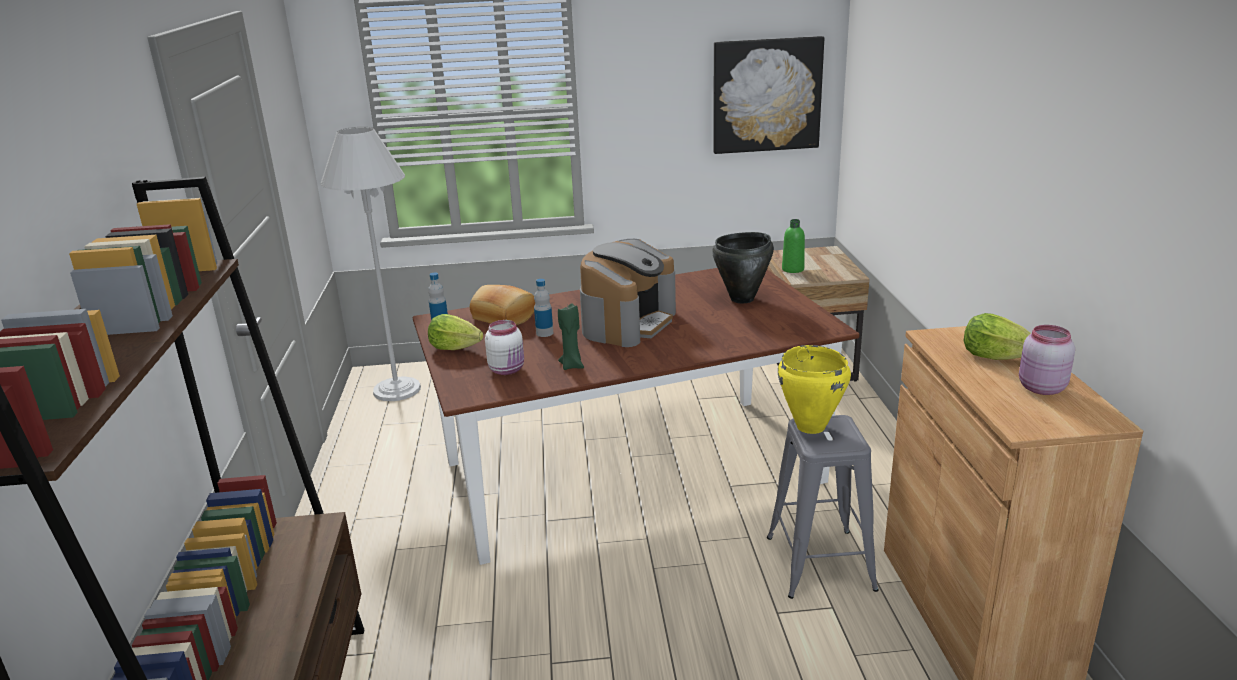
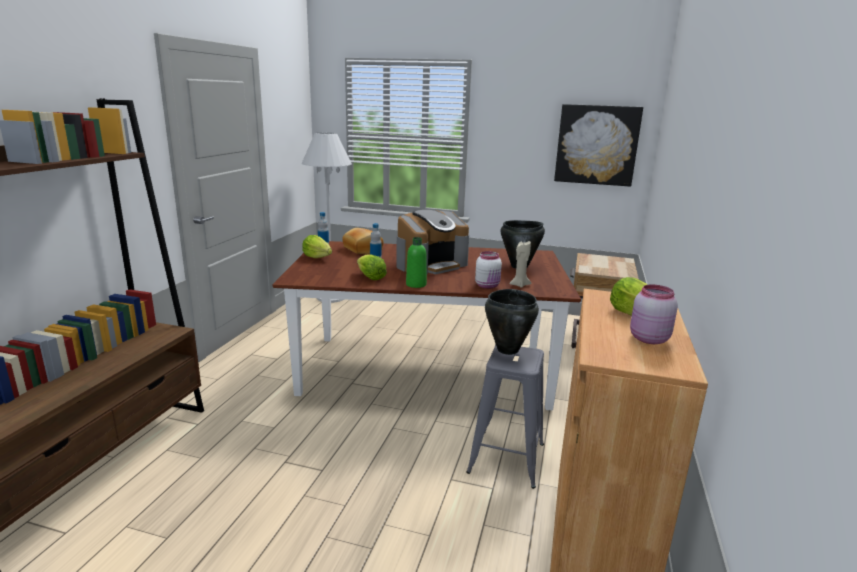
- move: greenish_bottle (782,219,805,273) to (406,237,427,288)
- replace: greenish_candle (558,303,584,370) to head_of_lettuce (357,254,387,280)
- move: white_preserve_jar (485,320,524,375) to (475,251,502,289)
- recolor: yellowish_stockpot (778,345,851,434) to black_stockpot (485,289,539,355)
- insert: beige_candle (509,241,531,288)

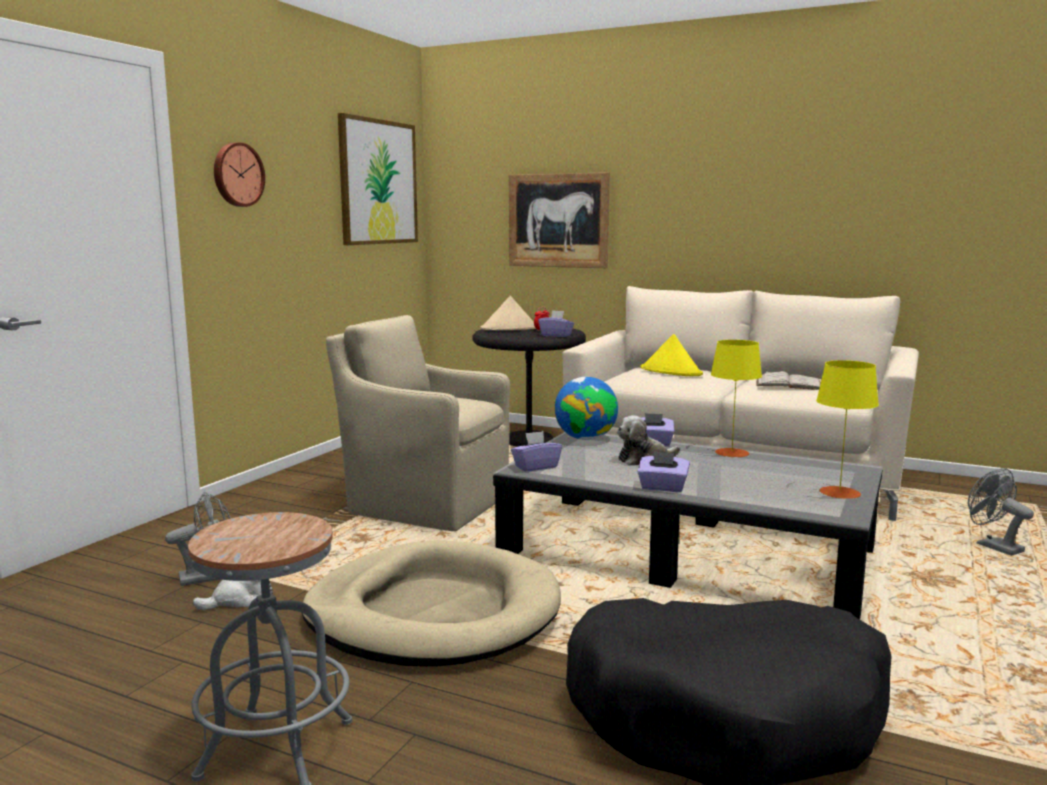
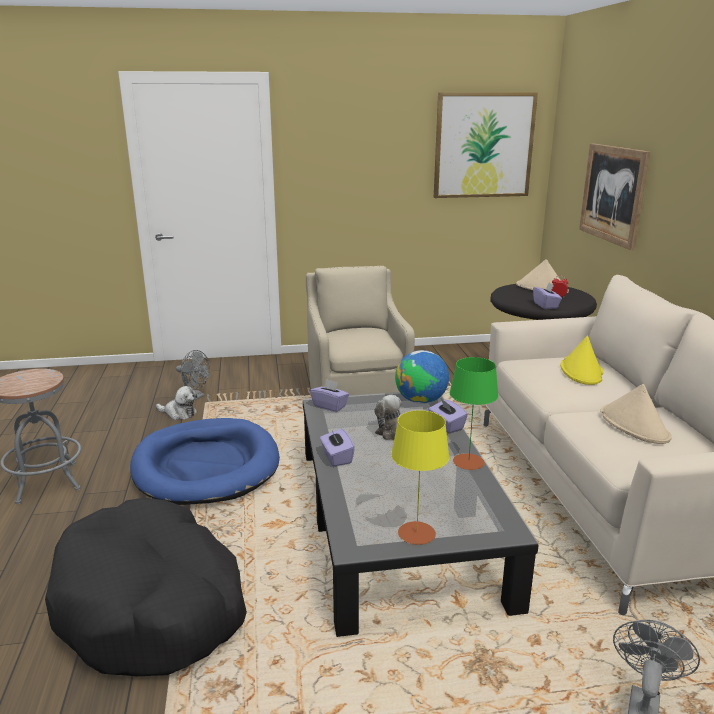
- delete: hanging_clock (214,142,265,207)
- recolor: yellowish_lamp_for_a_table (711,340,762,457) to greenish_lamp_for_a_table (450,357,498,470)
- replace: white_book (756,371,821,390) to beige_hat (600,384,672,444)
- recolor: beige_pet_bed (302,540,561,667) to blue-coloured_pet_bed (130,418,280,505)

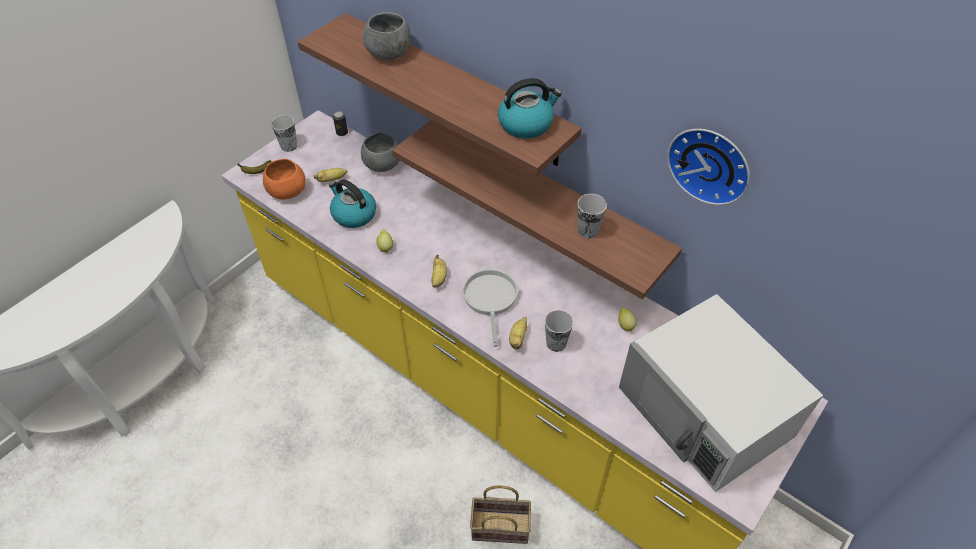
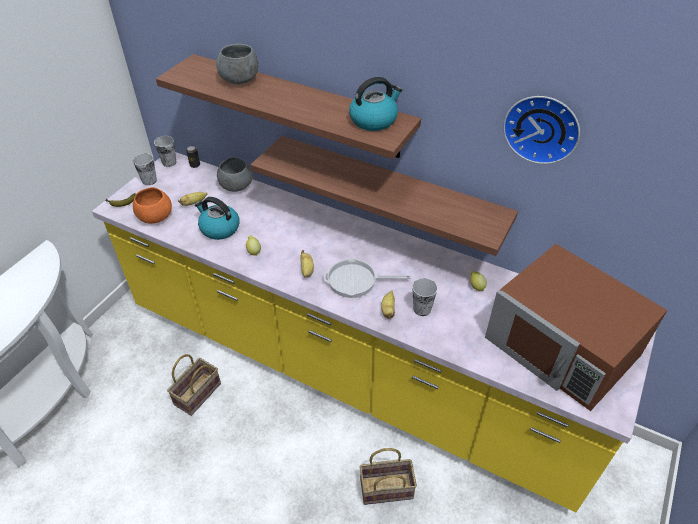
- move: cup (577,194,607,239) to (154,136,176,167)
- rotate: skillet (461,266,519,347) = (324,258,411,298) 75 degrees counterclockwise
- recolor: white_microwave (619,294,823,492) to brown-coloured_microwave (485,244,668,411)
- insert: storage_basket (167,354,221,416)

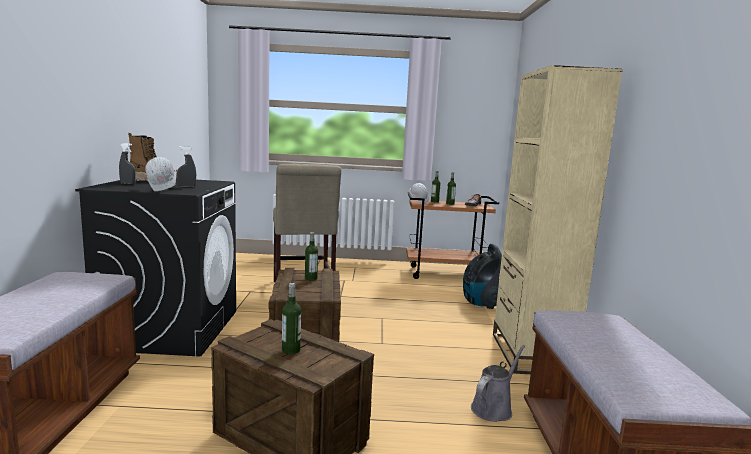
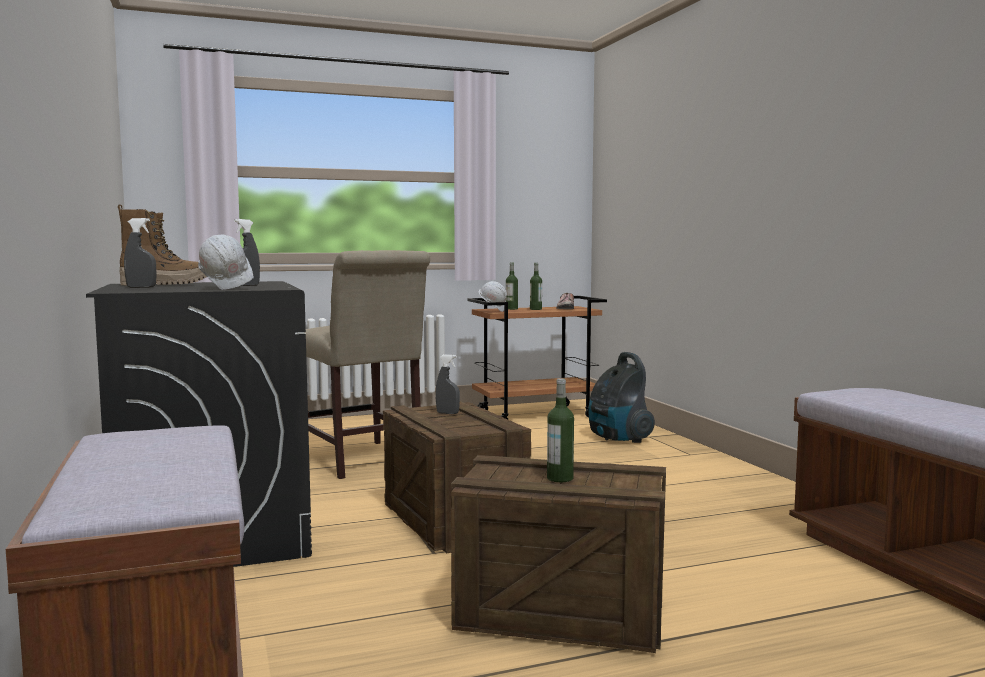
- delete: beige_bookcase (493,65,623,374)
- replace: bottle (305,232,318,281) to grey_hand_sprayer (435,354,460,414)
- delete: grey_sprinkling_can (471,345,525,422)

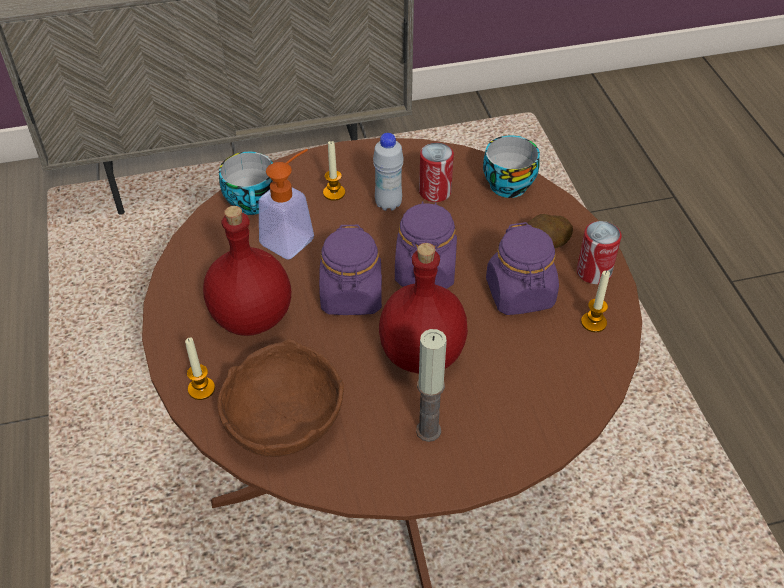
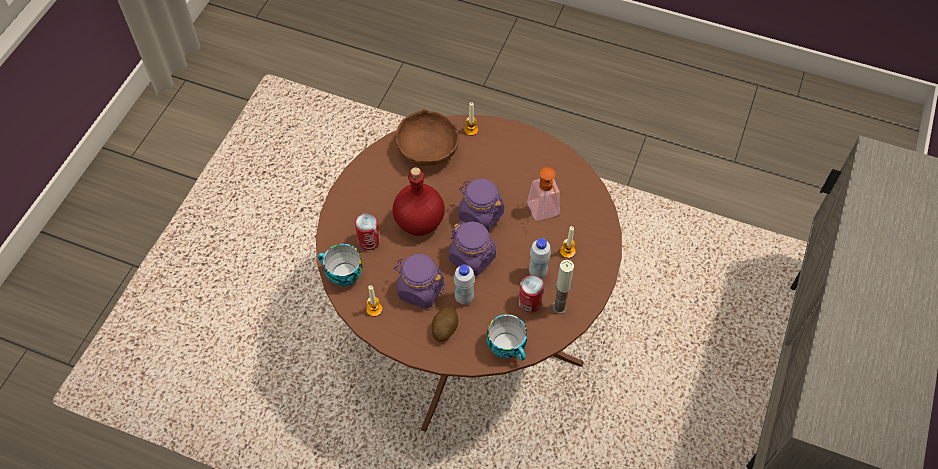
- move: cup (219,152,273,215) to (318,244,363,286)
- delete: red-coloured_bottle (203,206,291,336)
- move: sealed_can (577,221,622,284) to (355,213,380,250)
- move: candle (416,329,447,442) to (552,260,574,314)
- insert: white_bottle (454,265,475,305)

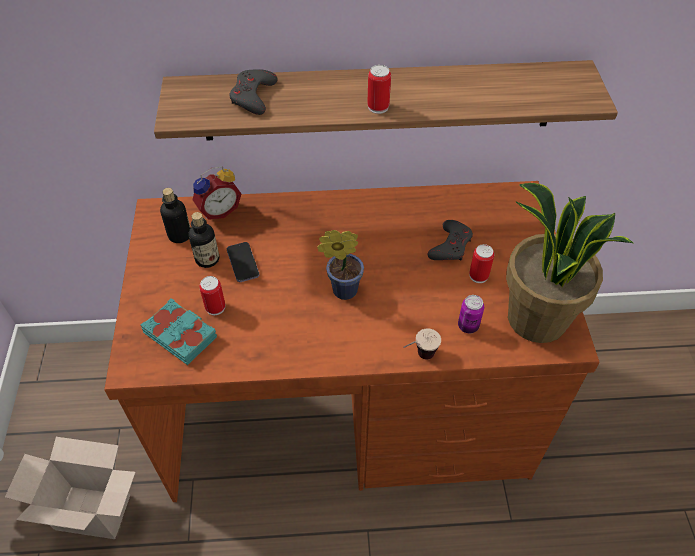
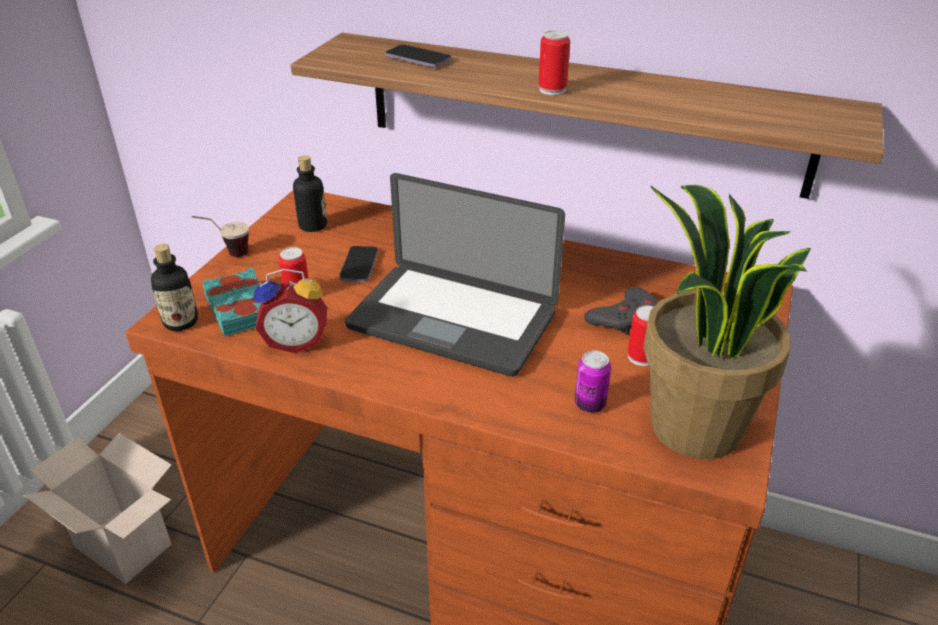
- replace: grey_game_controller (229,69,278,115) to telephone (385,45,451,67)
- move: table_clock (192,166,241,220) to (254,269,327,353)
- move: bottle (188,212,219,268) to (151,244,198,331)
- replace: potted_plant (317,230,364,300) to notebook_computer (345,173,565,376)
- move: cup (403,328,441,359) to (192,216,249,257)

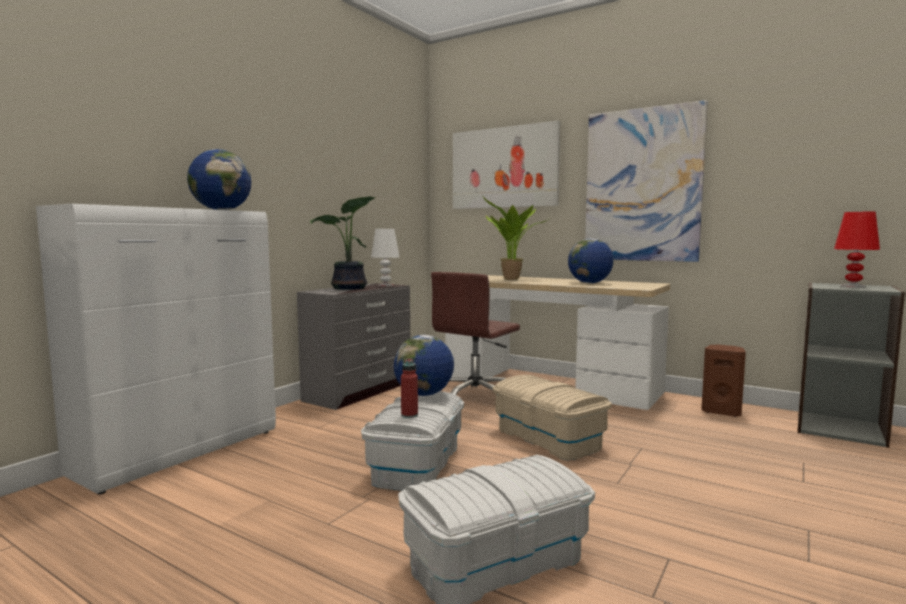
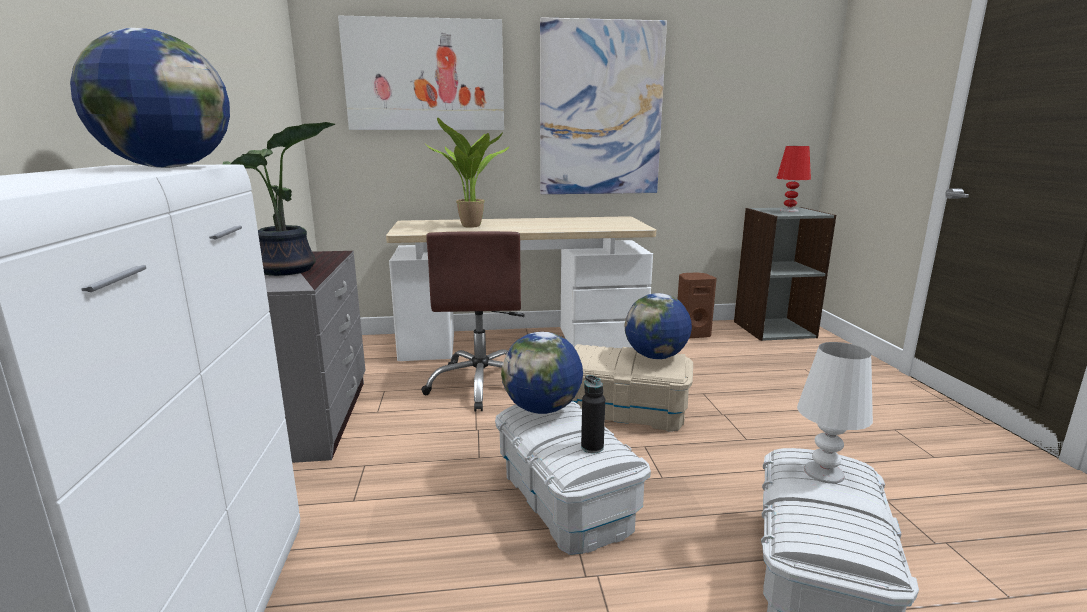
- move: white_lamp_for_a_table (371,229,399,287) to (797,342,873,484)
- move: desk_globe (568,238,614,283) to (625,293,692,359)
- recolor: red-coloured_bottle (401,358,418,418) to black_bottle (581,375,605,453)

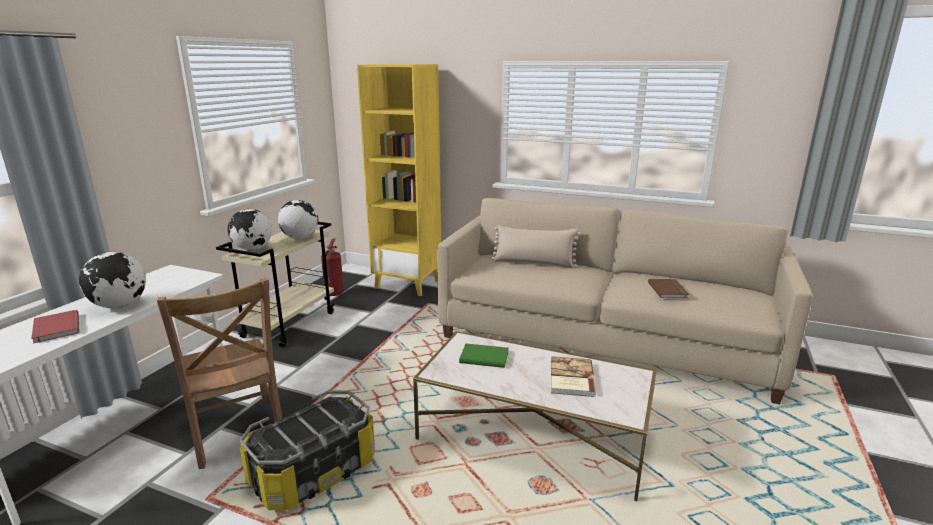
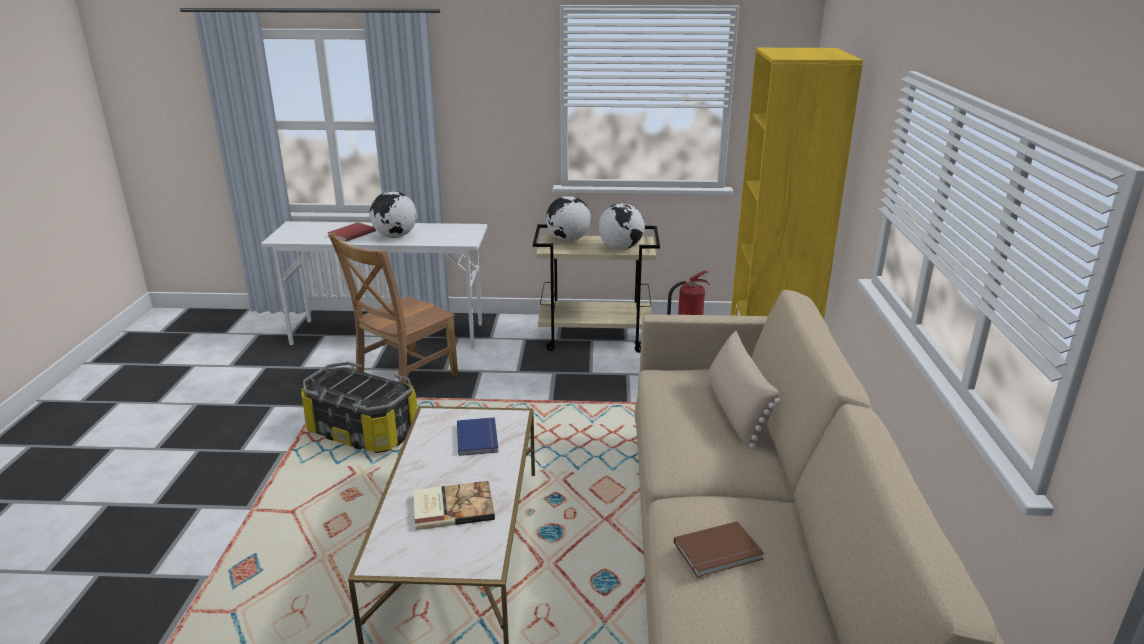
- recolor: greenish_book (459,343,509,368) to blue-coloured_book (457,417,498,456)

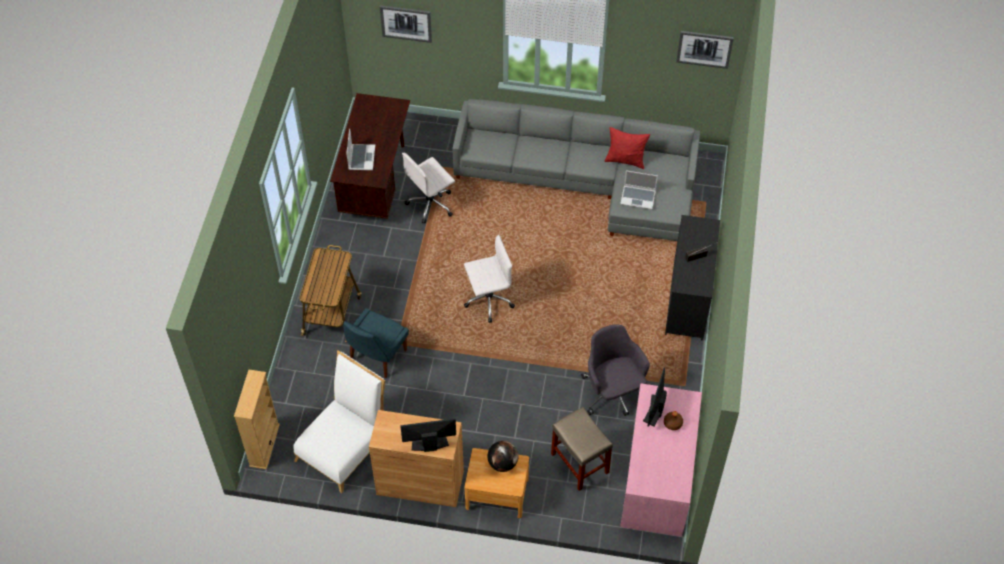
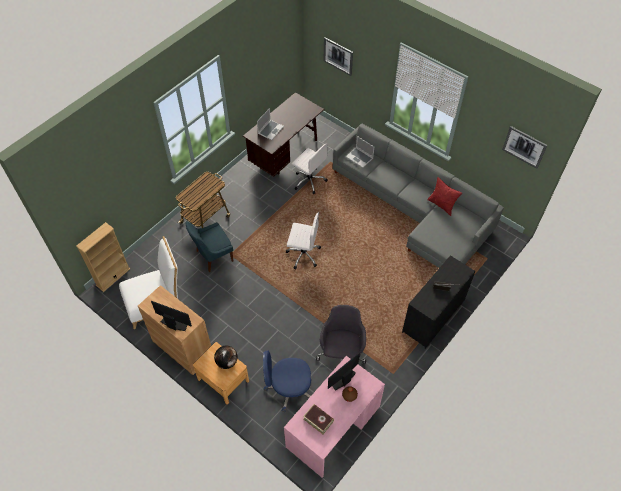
- rotate: white_computer_chair (402,153,455,223) = (291,143,328,194) 135 degrees counterclockwise
- move: notebook_computer (620,171,658,210) to (346,136,374,168)
- replace: beige_sitting_stool (551,407,613,491) to blue-coloured_computer_chair (263,351,311,412)
- insert: book (303,404,334,434)

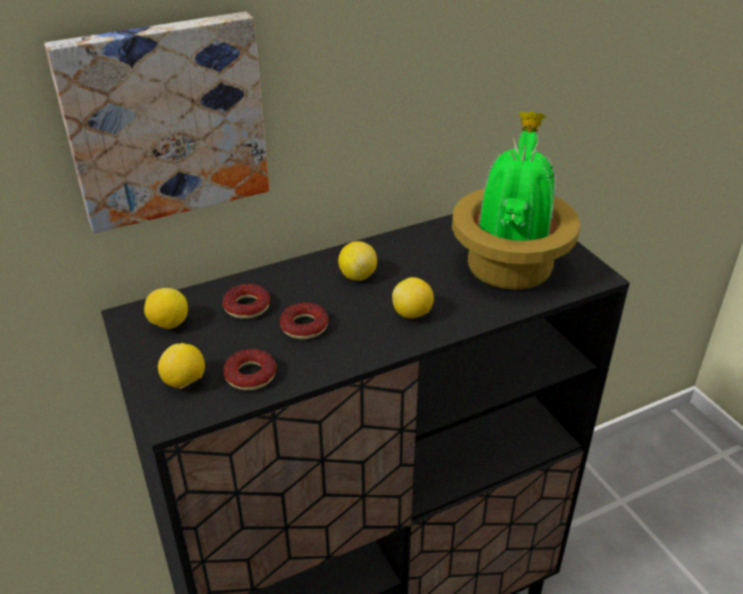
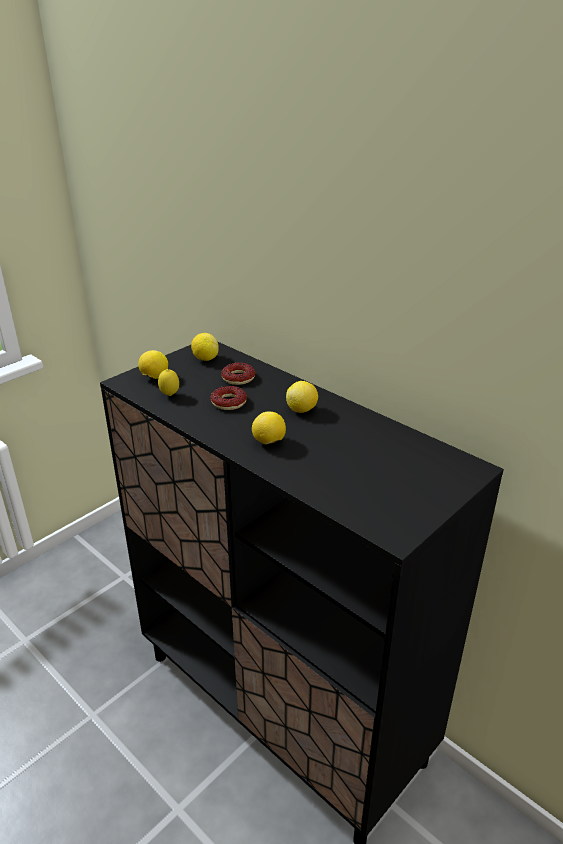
- delete: wall_picture (44,12,269,233)
- delete: potted_plant (452,111,580,290)
- replace: doughnut (223,349,276,391) to lemon (158,369,179,396)

